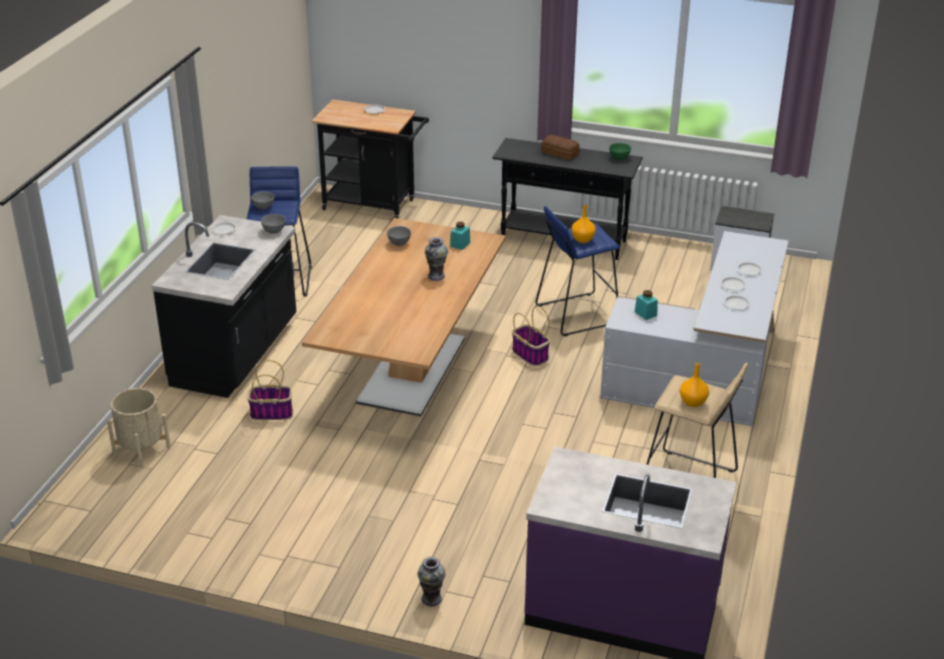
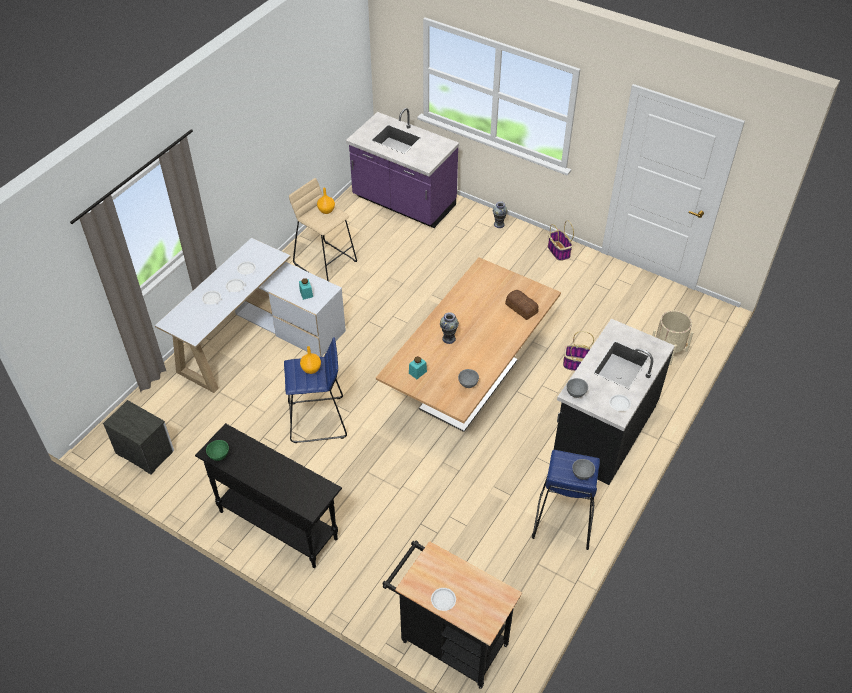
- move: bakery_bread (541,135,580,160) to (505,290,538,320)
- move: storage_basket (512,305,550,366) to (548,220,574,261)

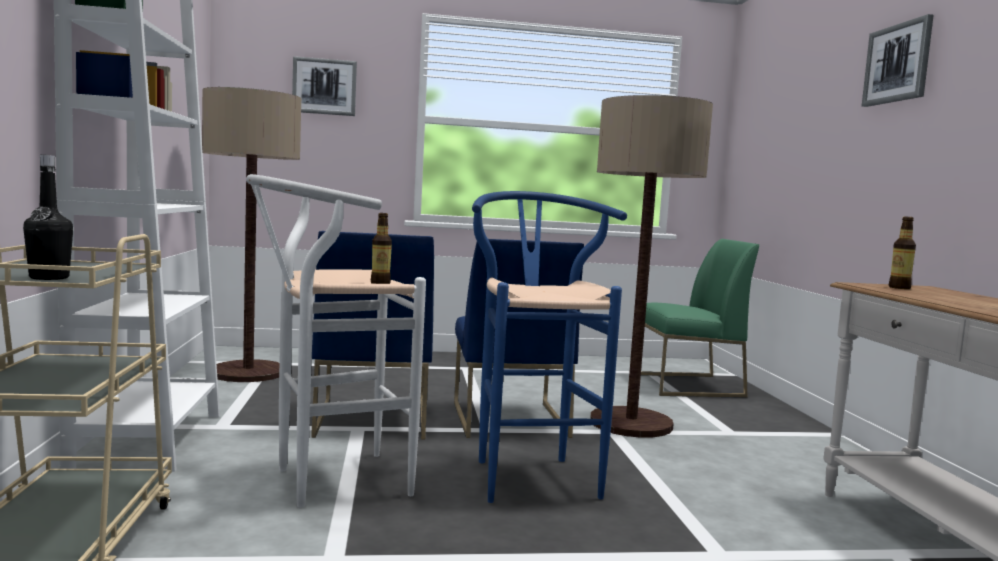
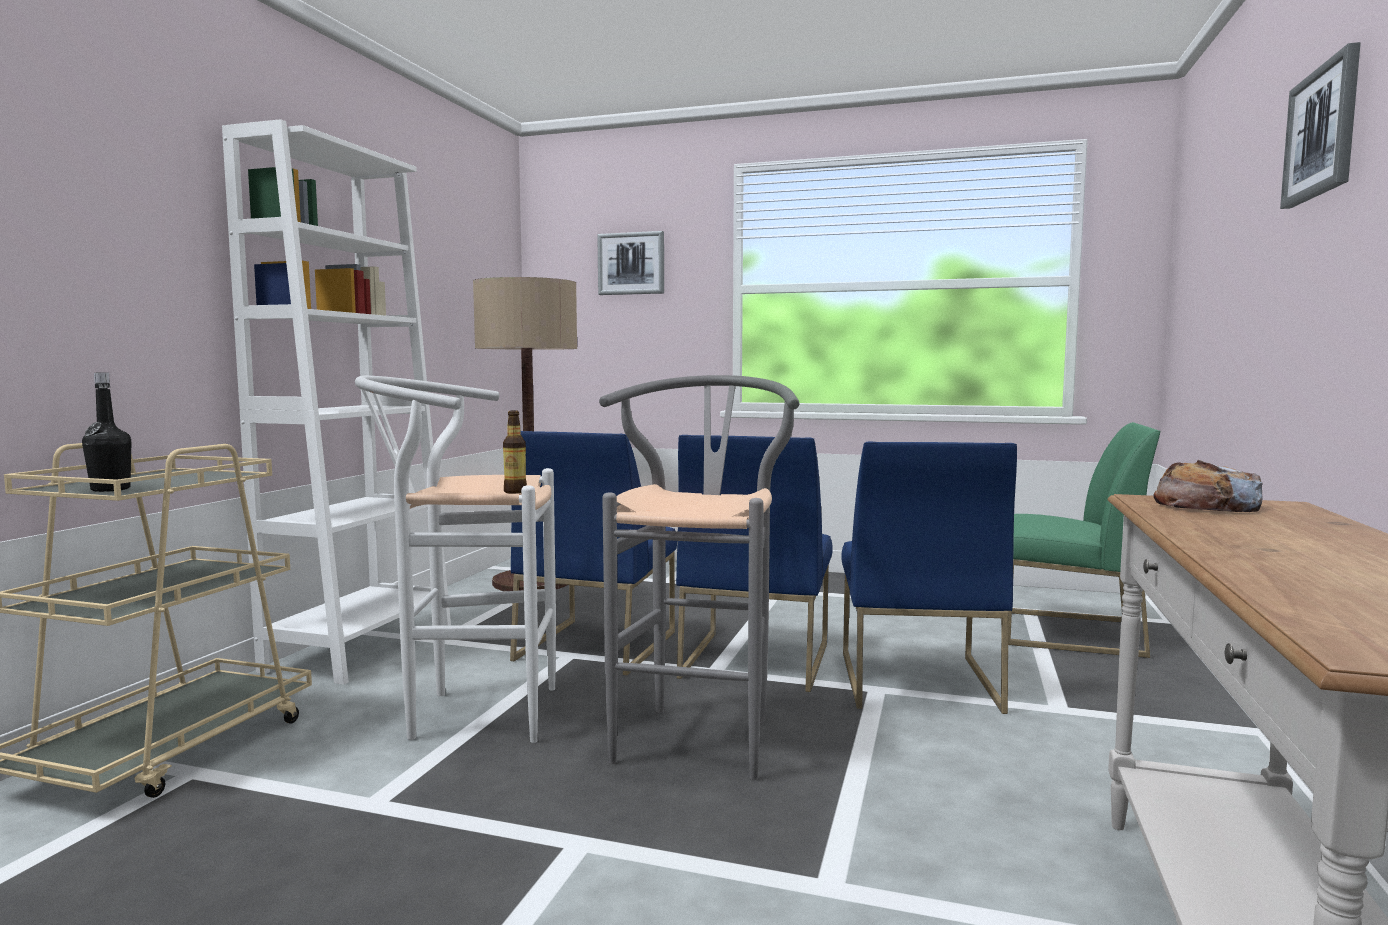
- replace: floor_lamp (590,95,713,438) to blue-coloured_upright_chair (841,442,1017,714)
- recolor: blue-coloured_sitting_stool (472,191,627,503) to grey_sitting_stool (599,375,799,780)
- replace: bottle (889,216,916,289) to bakery_bread (1153,460,1263,512)

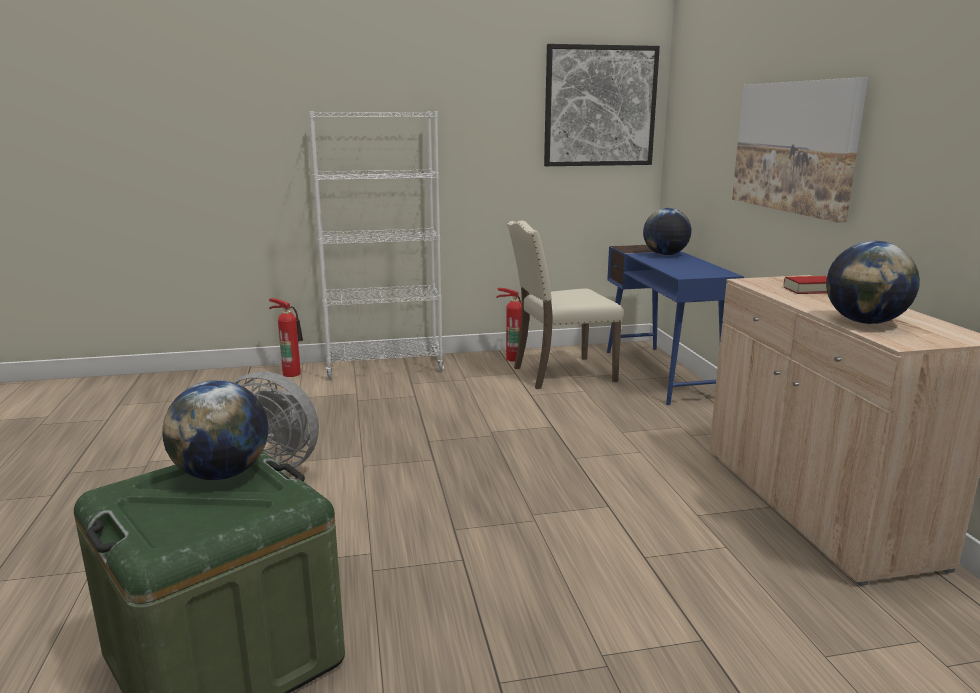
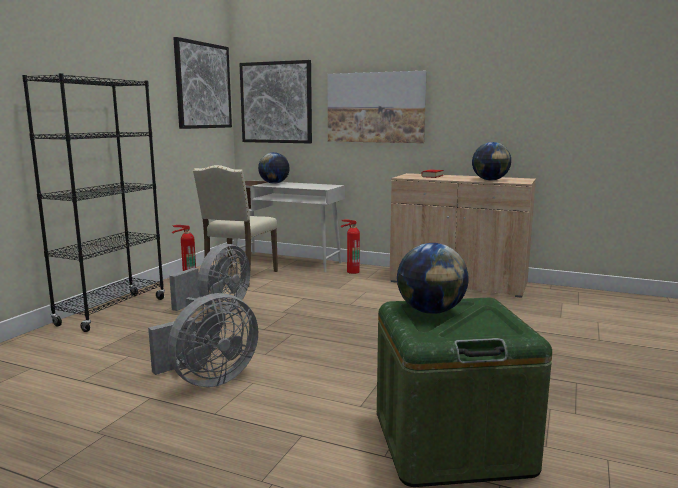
- recolor: white_bookcase (308,111,444,379) to black_bookcase (22,73,165,332)
- recolor: blue-coloured_desk_table (607,245,744,405) to white_desk_table (233,180,345,272)
- move: extinguisher (269,298,303,377) to (341,219,360,274)
- insert: wall_picture (239,60,312,143)
- insert: grey_electric_fan (169,244,250,312)

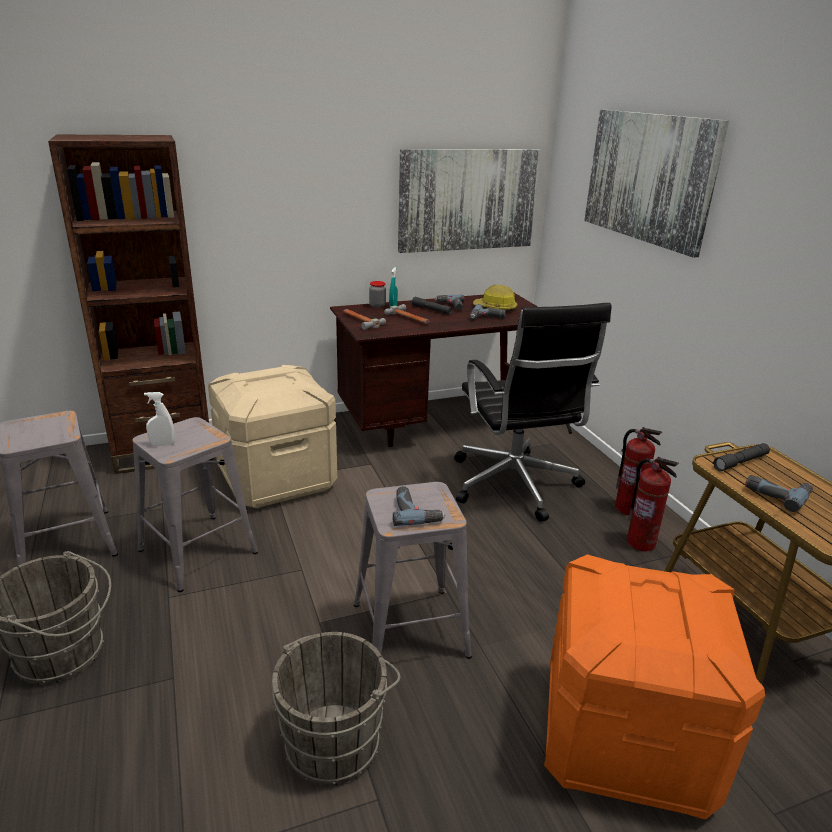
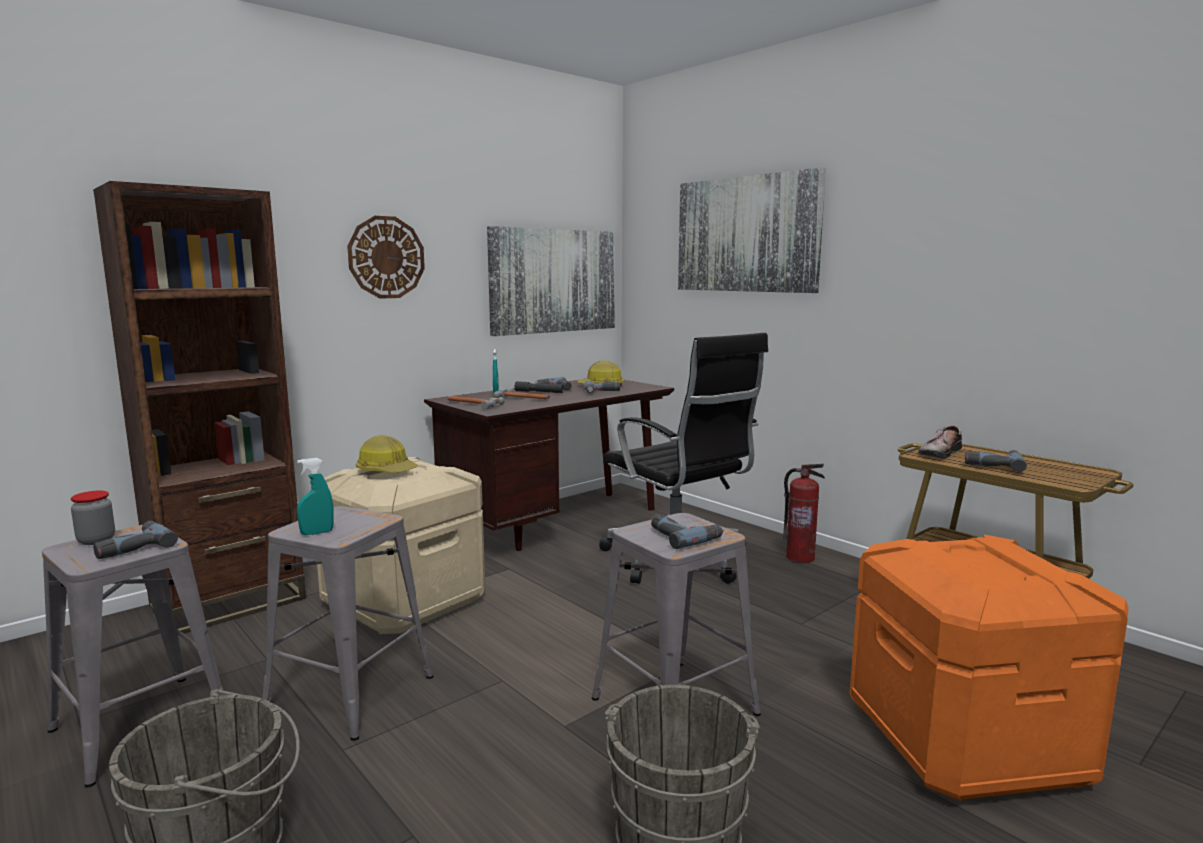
- move: preserve_jar (369,281,386,308) to (71,491,115,545)
- recolor: white_hand_sprayer (144,392,175,446) to turquoise-coloured_hand_sprayer (297,458,334,535)
- replace: grey_hand_torch (713,443,770,471) to item_of_footwear (918,426,962,458)
- delete: extinguisher (627,457,679,552)
- insert: hanging_clock (347,216,425,299)
- insert: work_helmet (356,435,418,473)
- insert: electric_drill (93,521,178,559)

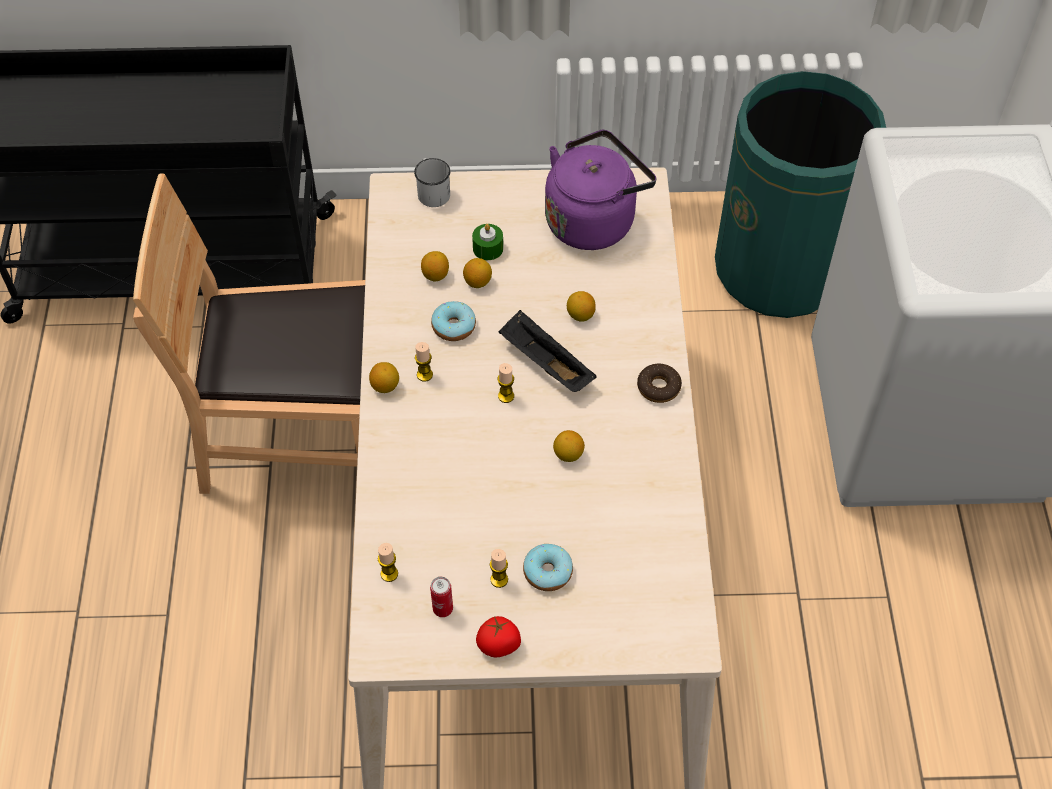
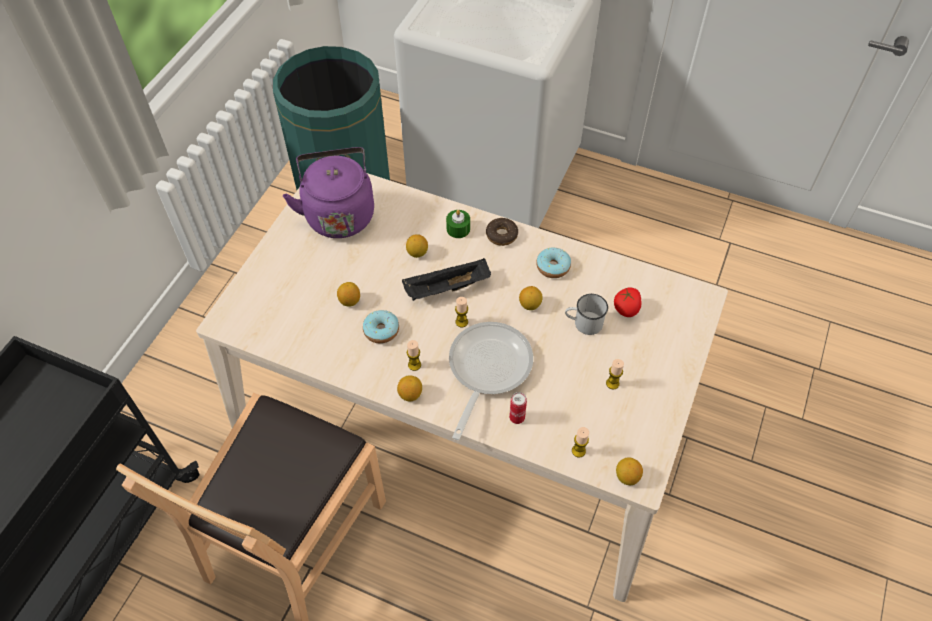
- move: white_mug (414,158,450,207) to (565,294,608,335)
- move: greenish_candle (472,224,503,260) to (446,210,470,238)
- move: lemon (421,251,449,281) to (616,457,643,485)
- move: doughnut (523,544,573,591) to (536,248,571,278)
- move: sealed_can (430,577,453,617) to (509,392,527,424)
- move: whole_tomato (476,616,521,657) to (614,287,642,317)
- insert: skillet (449,322,533,440)

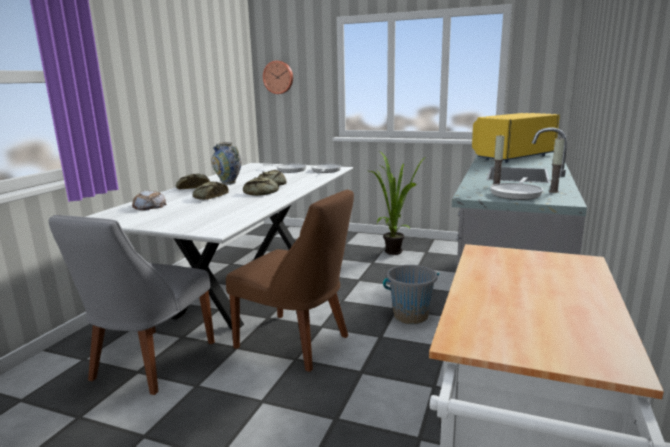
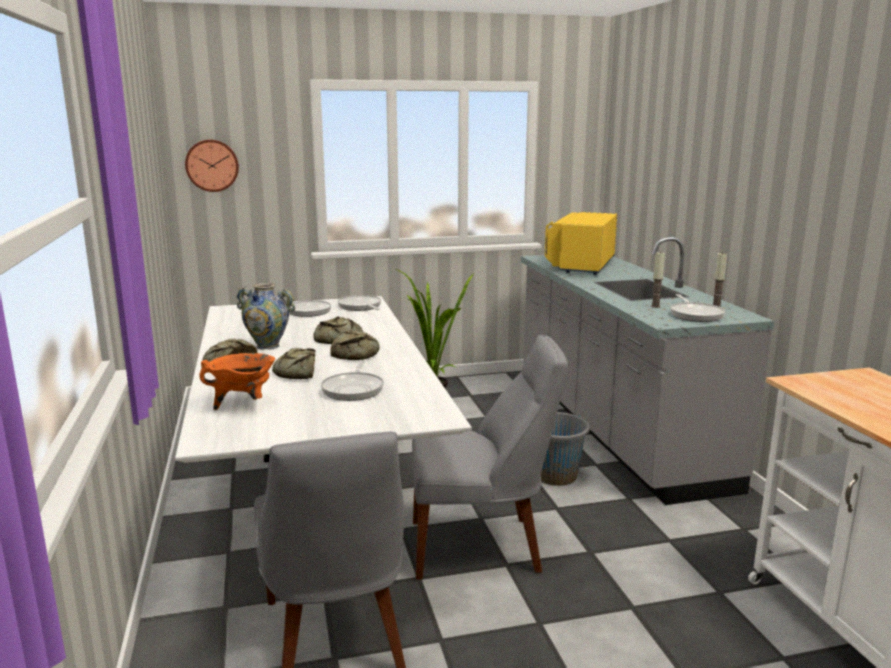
- recolor: brown-coloured_upright_chair (226,189,354,372) to grey_upright_chair (412,335,568,580)
- replace: bakery_bread (132,190,167,210) to orange_stockpot (199,353,275,410)
- insert: skillet (321,360,384,401)

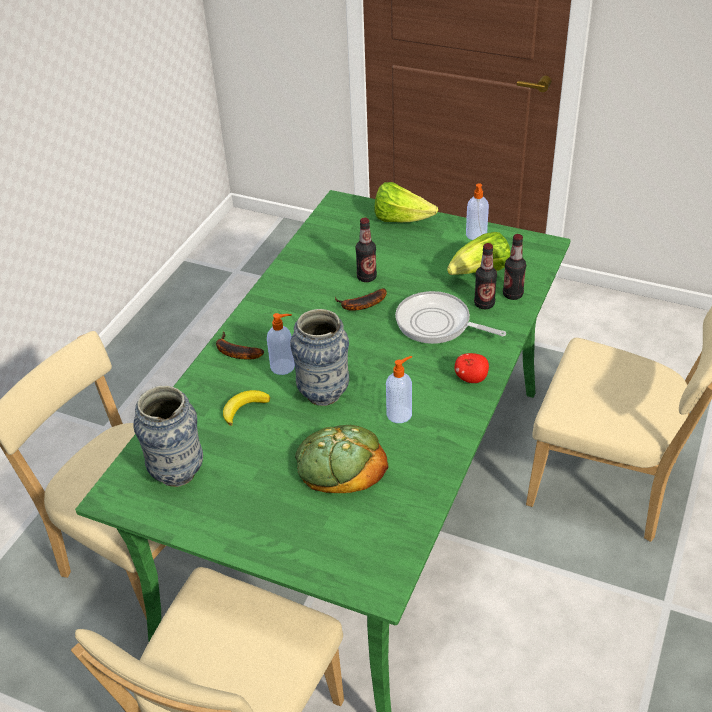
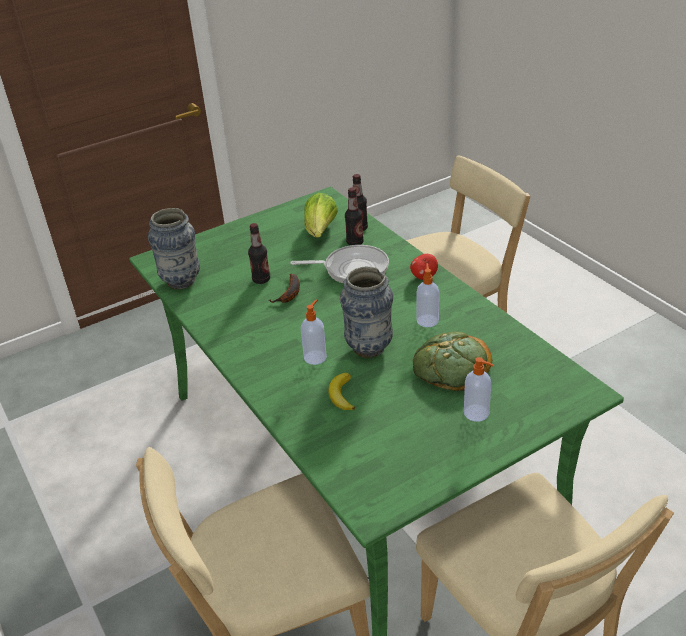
- delete: head_of_lettuce (375,182,438,222)
- move: soap_dispenser (466,184,489,240) to (464,357,494,421)
- rotate: skillet (395,291,506,344) = (290,245,389,283) 150 degrees counterclockwise
- delete: whole_banana (216,332,264,360)
- move: flower_vase (133,386,203,487) to (148,208,200,289)

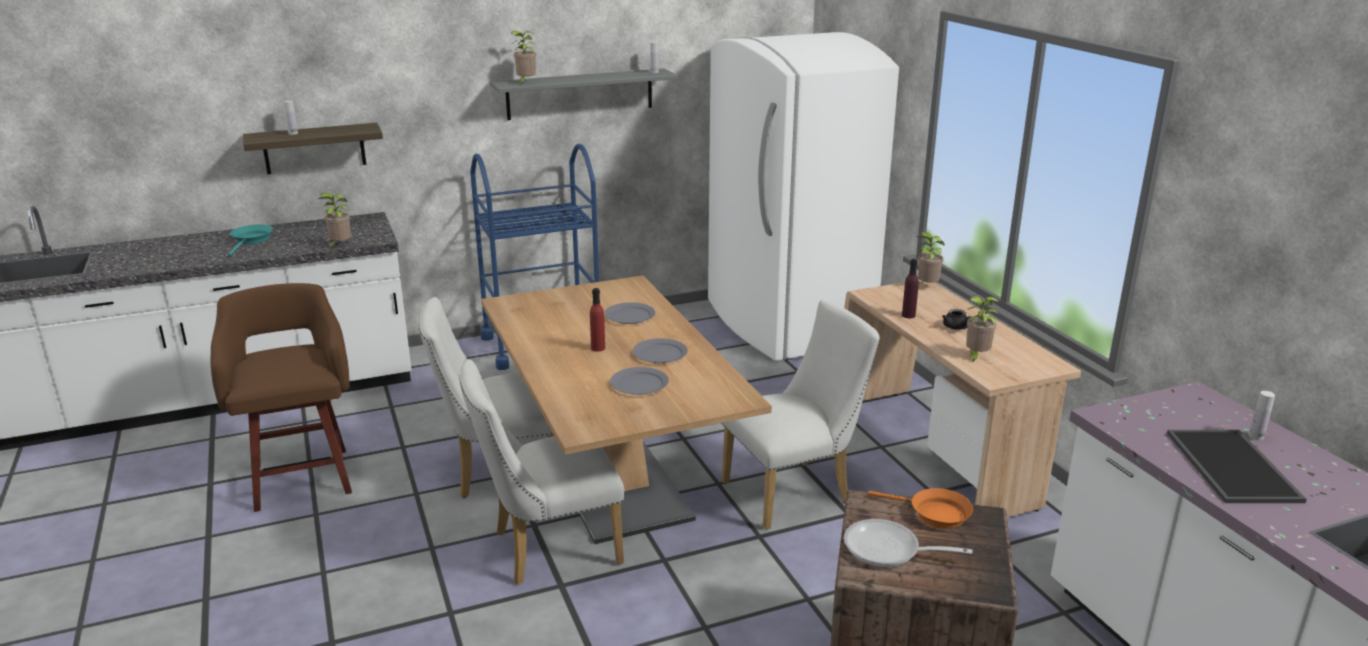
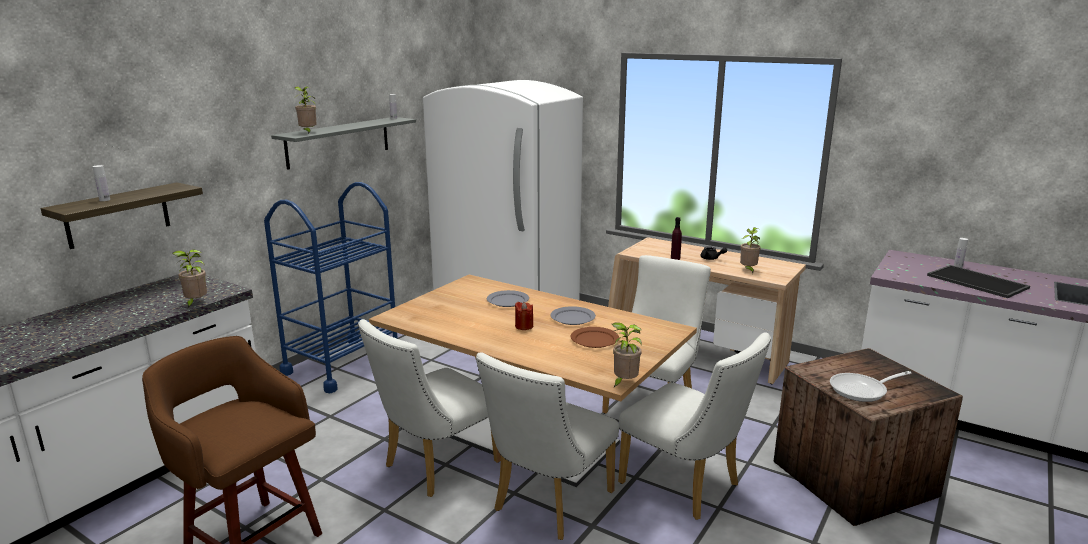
- delete: turquoise-coloured_skillet (228,224,273,256)
- move: potted_plant (915,232,945,284) to (612,322,642,388)
- replace: red-coloured_bottle (590,288,605,352) to red-coloured_candle (515,302,533,330)
- recolor: grey_plate (610,367,669,395) to brown-coloured_plate (571,327,619,348)
- delete: orange_skillet (868,488,973,529)
- insert: white_upright_chair (618,332,771,520)

